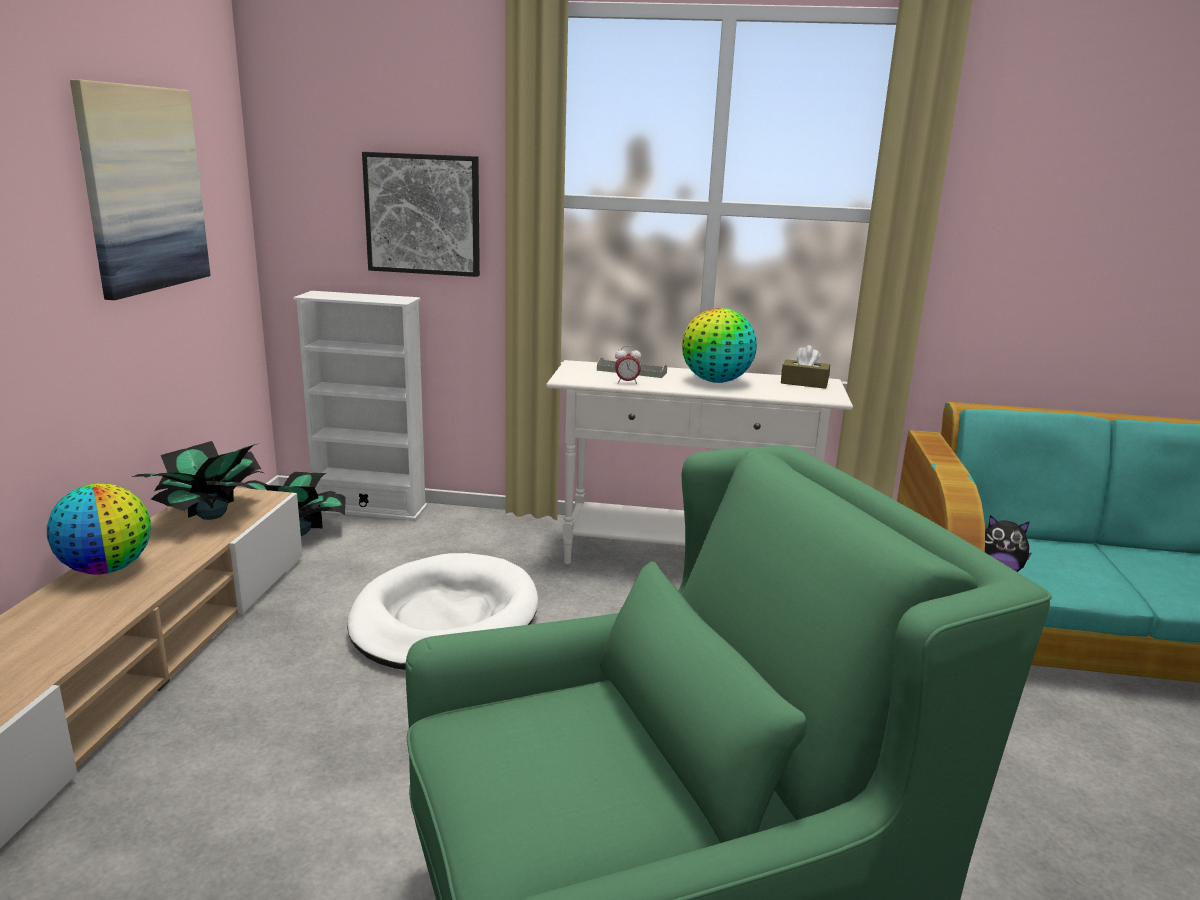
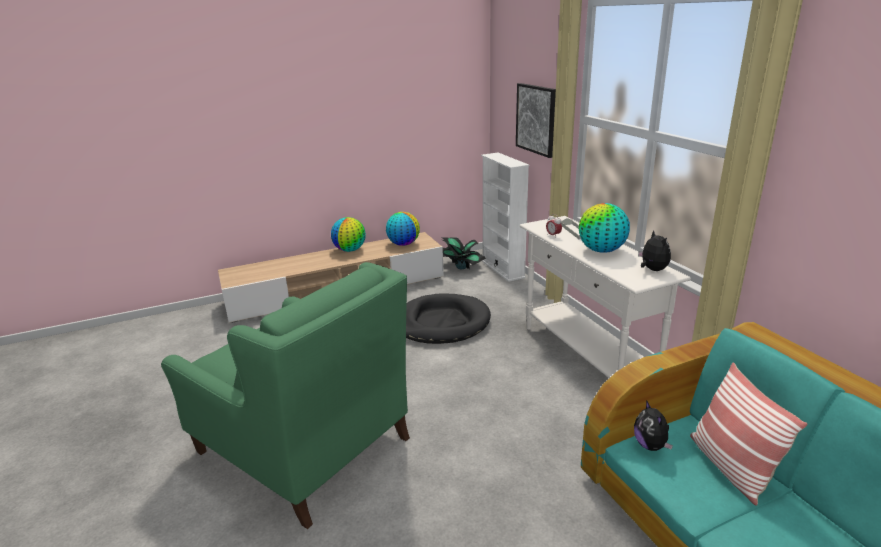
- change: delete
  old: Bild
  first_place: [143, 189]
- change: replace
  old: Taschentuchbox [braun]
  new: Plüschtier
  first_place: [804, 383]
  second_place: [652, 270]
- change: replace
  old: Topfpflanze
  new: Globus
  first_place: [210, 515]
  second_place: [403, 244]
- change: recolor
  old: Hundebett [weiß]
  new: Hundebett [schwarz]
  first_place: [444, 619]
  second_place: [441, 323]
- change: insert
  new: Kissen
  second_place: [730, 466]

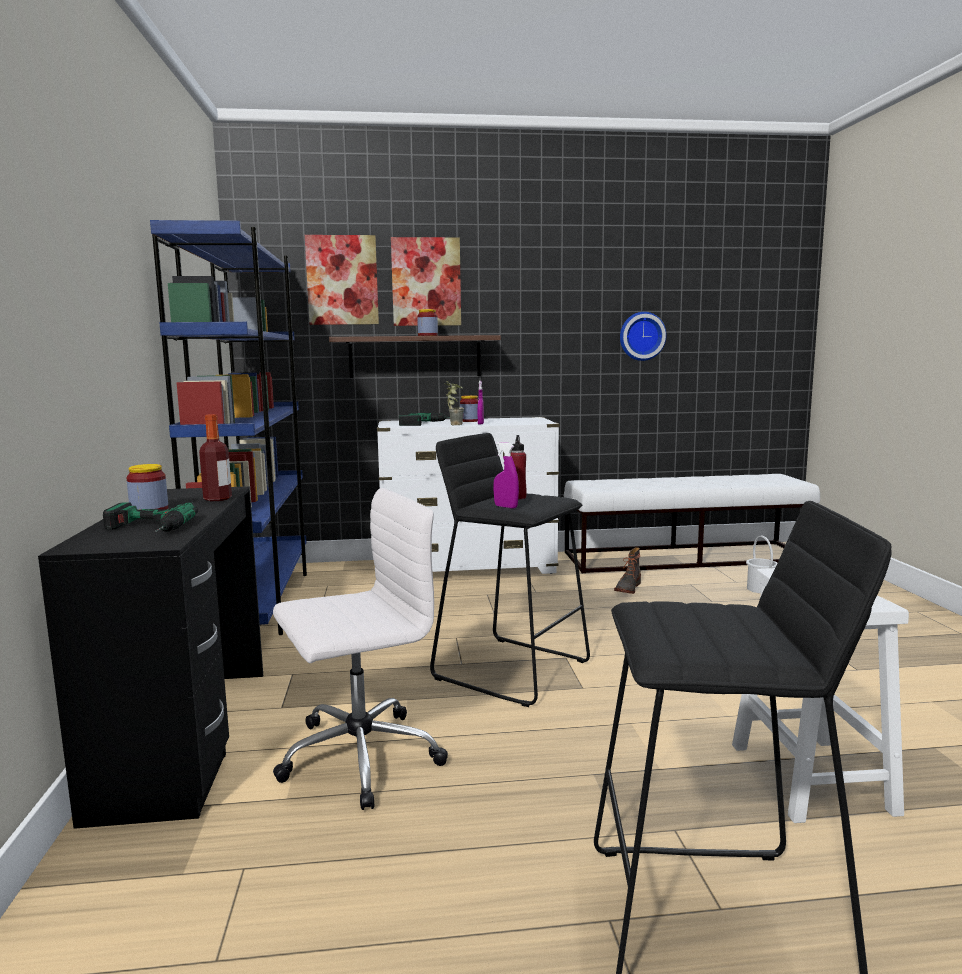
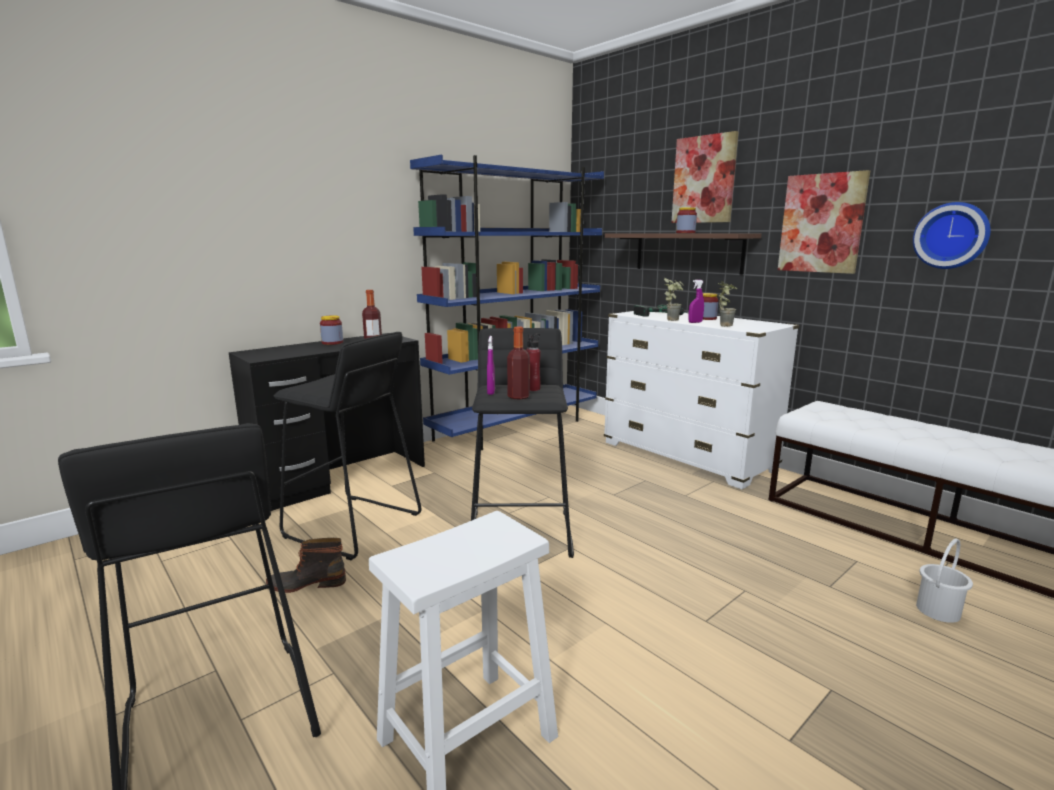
- change: move
  old: Bild
  first_place: [342, 280]
  second_place: [822, 223]
- change: replace
  old: Bürostuhl [weiß]
  new: Hocker [schwarz]
  first_place: [357, 757]
  second_place: [352, 526]
- change: delete
  old: Bohrmaschine
  first_place: [143, 529]
- change: move
  old: Stiefel
  first_place: [627, 588]
  second_place: [307, 583]
- change: insert
  new: Topfpflanze
  second_place: [723, 325]
- change: insert
  new: Flasche
  second_place: [518, 397]

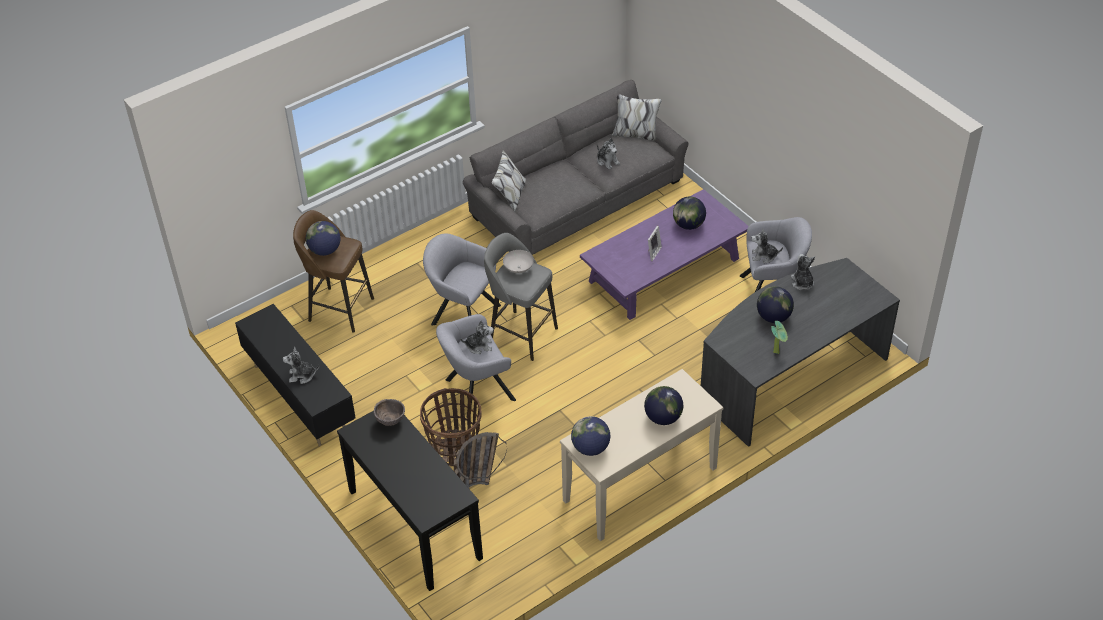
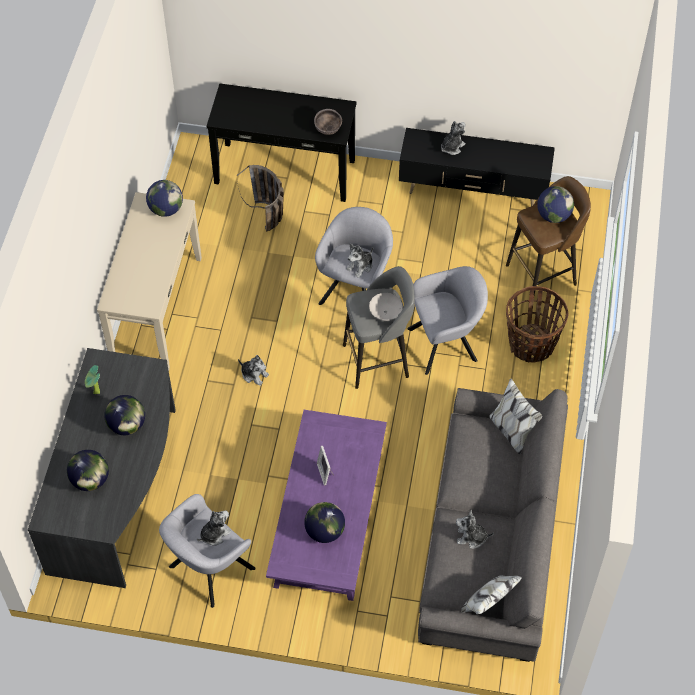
- change: move
  old: Plüschtier
  first_place: [802, 283]
  second_place: [254, 374]
- change: move
  old: Globus
  first_place: [663, 417]
  second_place: [90, 480]
- change: move
  old: Korb
  first_place: [454, 449]
  second_place: [531, 345]

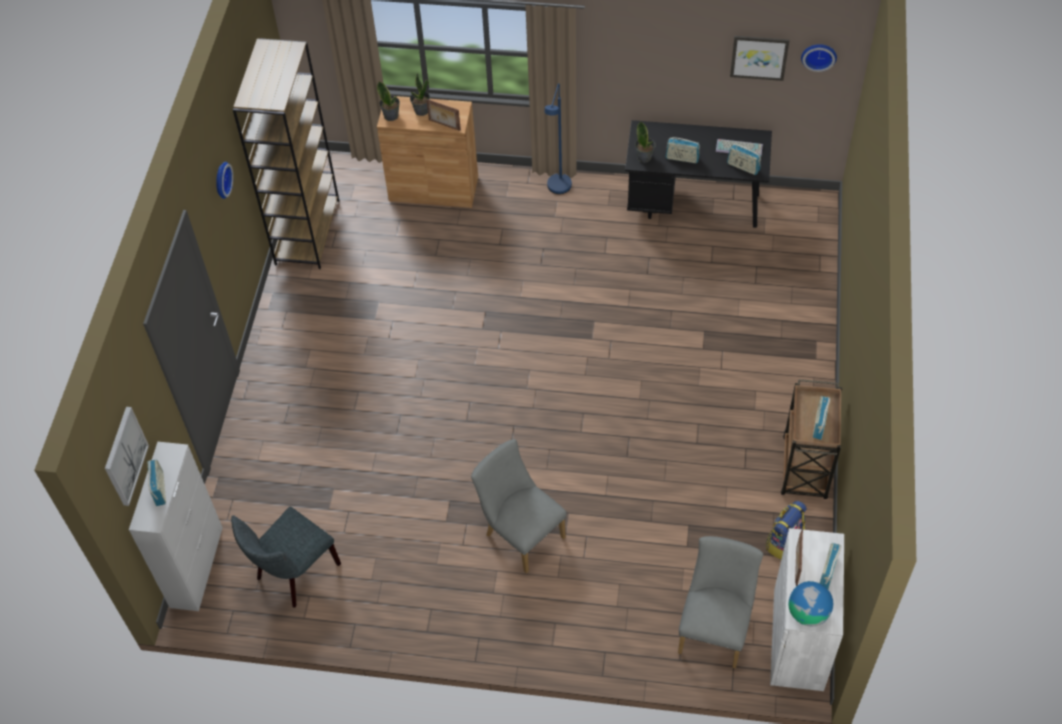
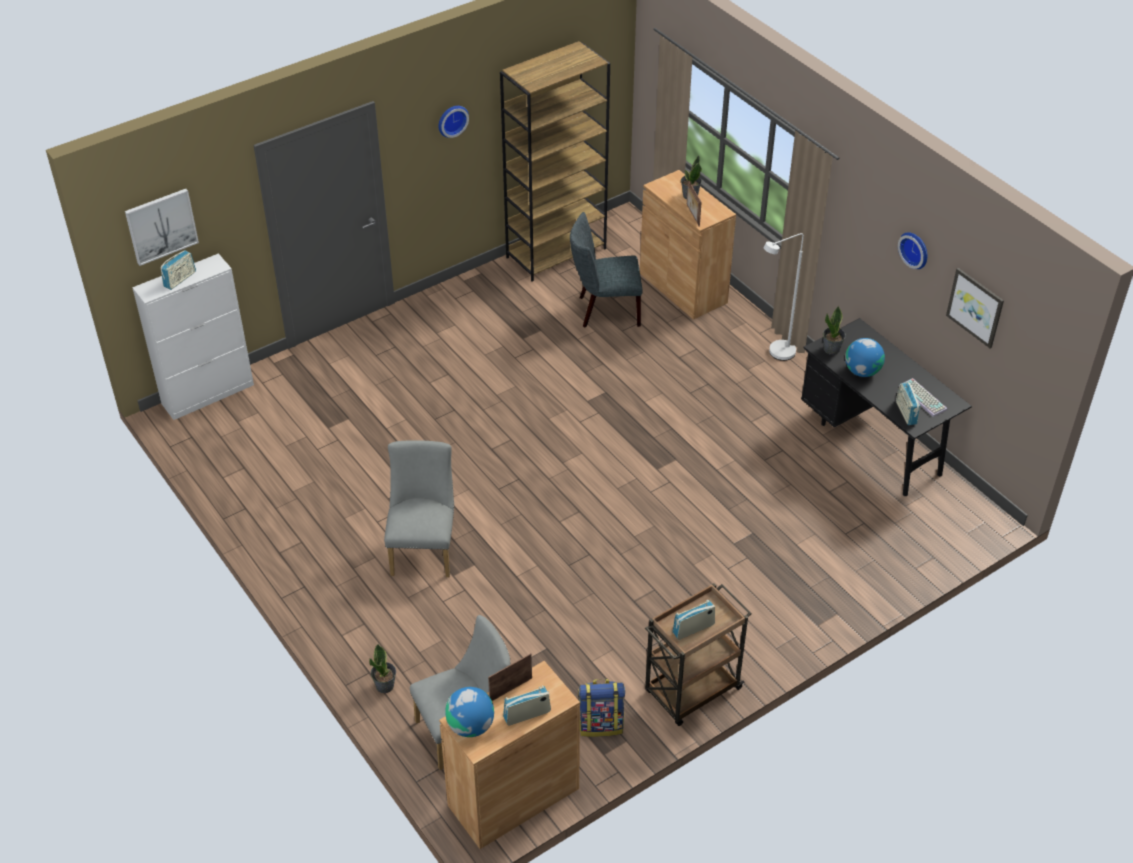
- change: move
  old: Wanduhr
  first_place: [818, 55]
  second_place: [915, 249]
- change: move
  old: Topfpflanze
  first_place: [391, 115]
  second_place: [385, 685]
- change: recolor
  old: Stehlampe [blau]
  new: Stehlampe [weiß]
  first_place: [558, 190]
  second_place: [776, 354]
- change: replace
  old: Radio
  new: Globus
  first_place: [682, 158]
  second_place: [862, 371]
- change: move
  old: Stuhl [grau]
  first_place: [294, 574]
  second_place: [604, 311]
- change: recolor
  old: Schrank [weiß]
  new: Schrank [braun]
  first_place: [798, 639]
  second_place: [513, 797]

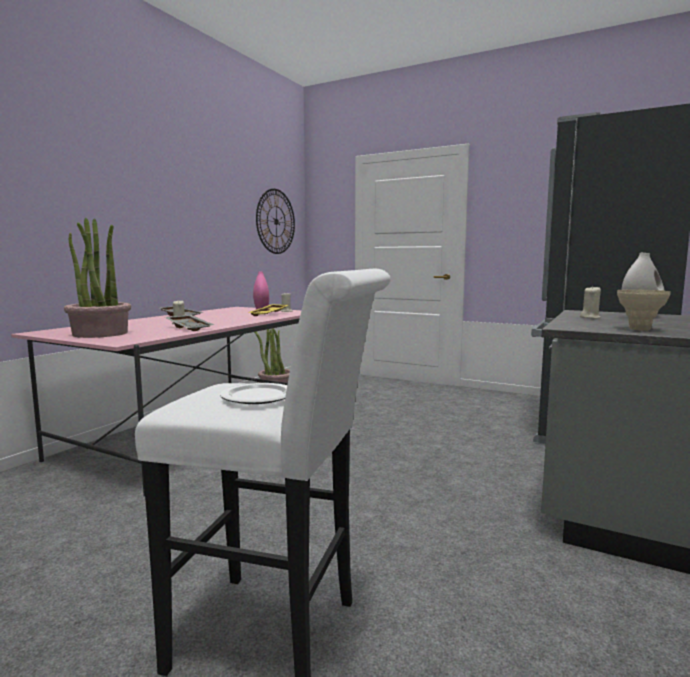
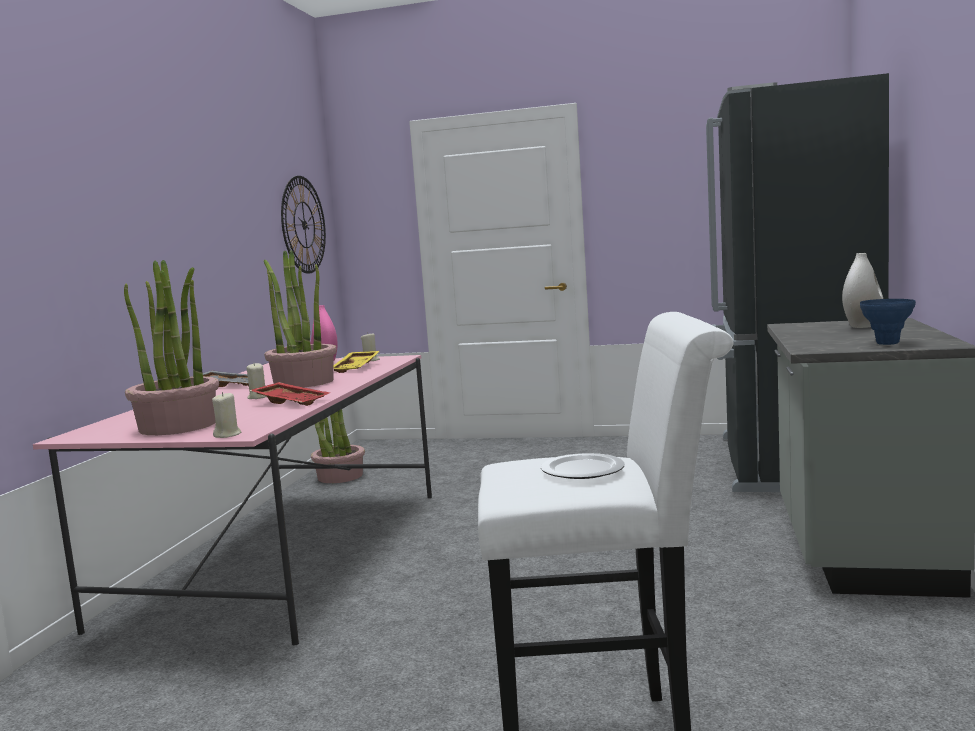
- change: move
  old: Kerze [beige]
  first_place: [590, 317]
  second_place: [228, 435]
- change: recolor
  old: Vase [beige]
  new: Vase [blau]
  first_place: [639, 329]
  second_place: [887, 343]
- change: recolor
  old: Tablett [grau]
  new: Tablett [rot]
  first_place: [190, 328]
  second_place: [292, 402]
- change: insert
  new: Topfpflanze
  second_place: [303, 382]

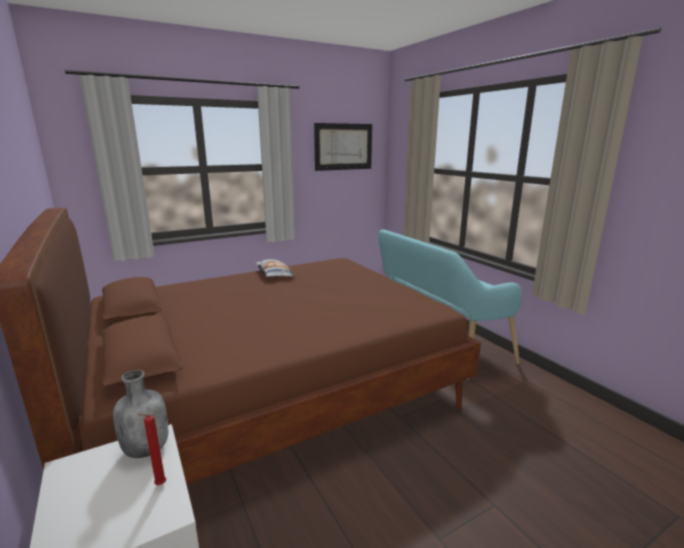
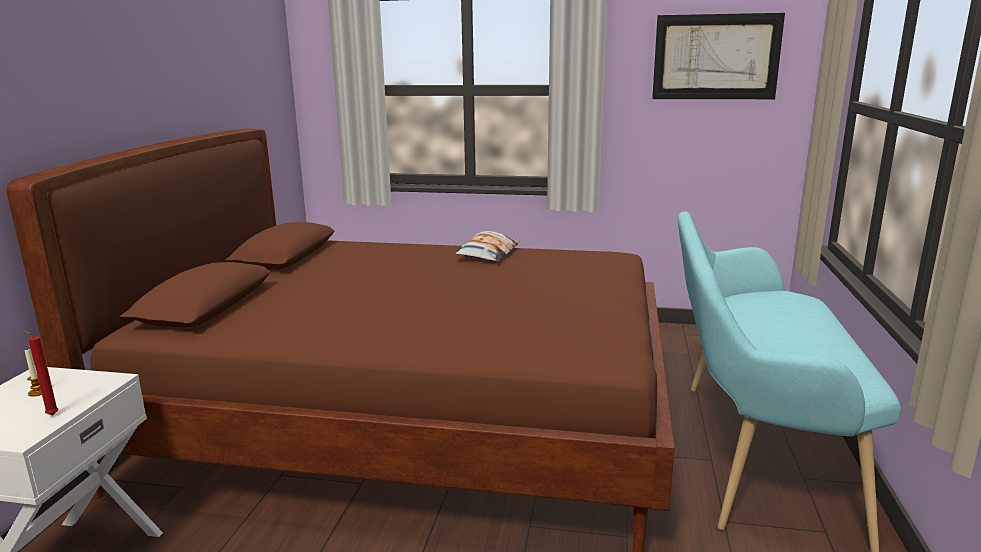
- change: delete
  old: Flasche [grau]
  first_place: [147, 448]
- change: insert
  new: Kerze
  second_place: [37, 392]

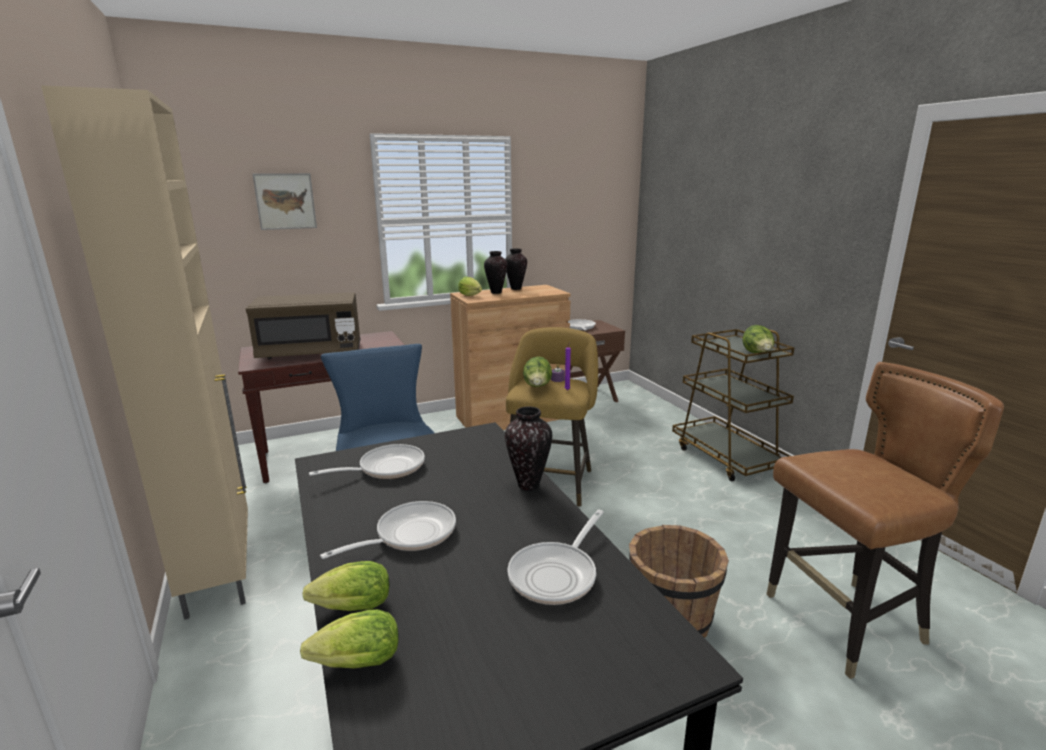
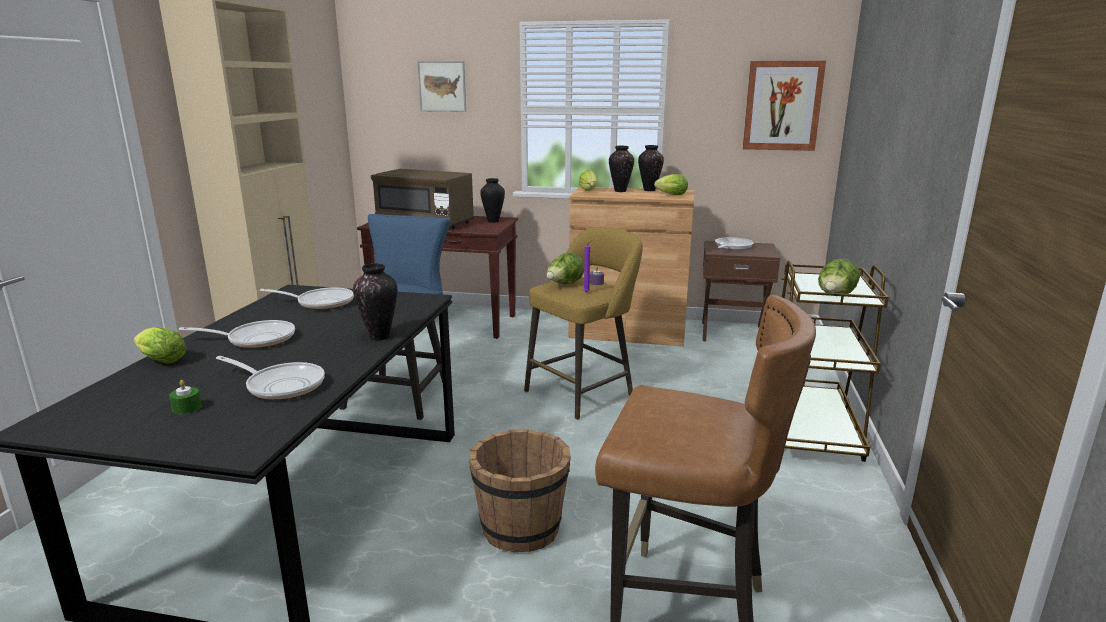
- change: rotate
  old: Pfanne
  first_place: [557, 574]
  second_place: [281, 385]
  degrees: -135
- change: move
  old: Salatkopf
  first_place: [352, 664]
  second_place: [670, 195]
- change: insert
  new: Bild
  second_place: [782, 106]
- change: insert
  new: Vase
  second_place: [493, 221]
- change: insert
  new: Kerze [grün]
  second_place: [187, 408]

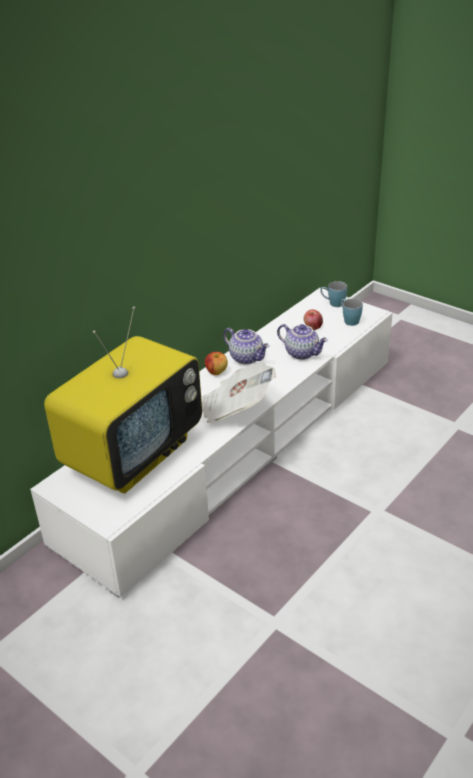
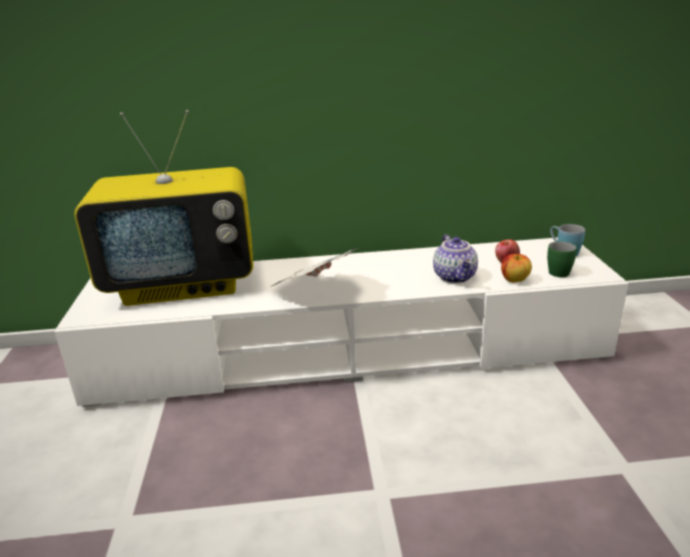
- change: recolor
  old: Henkelbecher [blau]
  new: Henkelbecher [grün]
  first_place: [349, 320]
  second_place: [558, 270]
- change: delete
  old: Teekanne
  first_place: [247, 358]
- change: move
  old: Apfel
  first_place: [216, 372]
  second_place: [514, 280]

